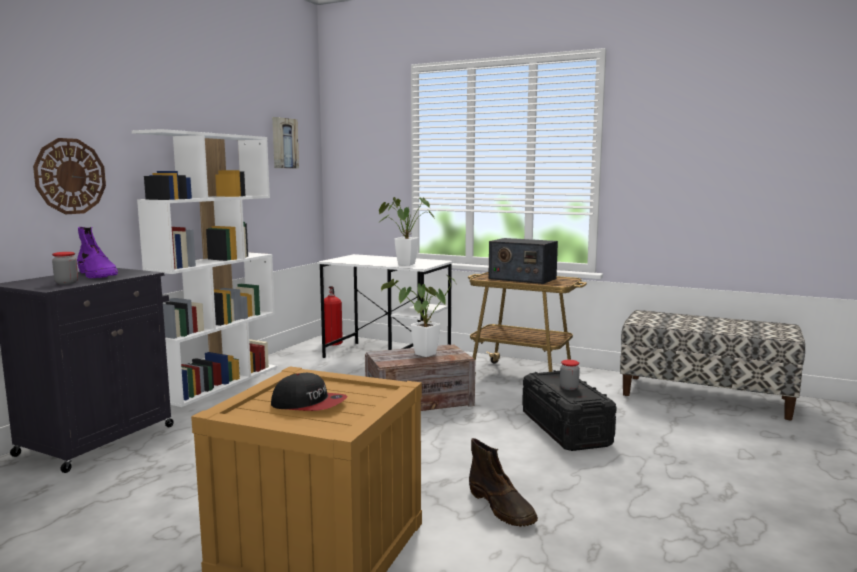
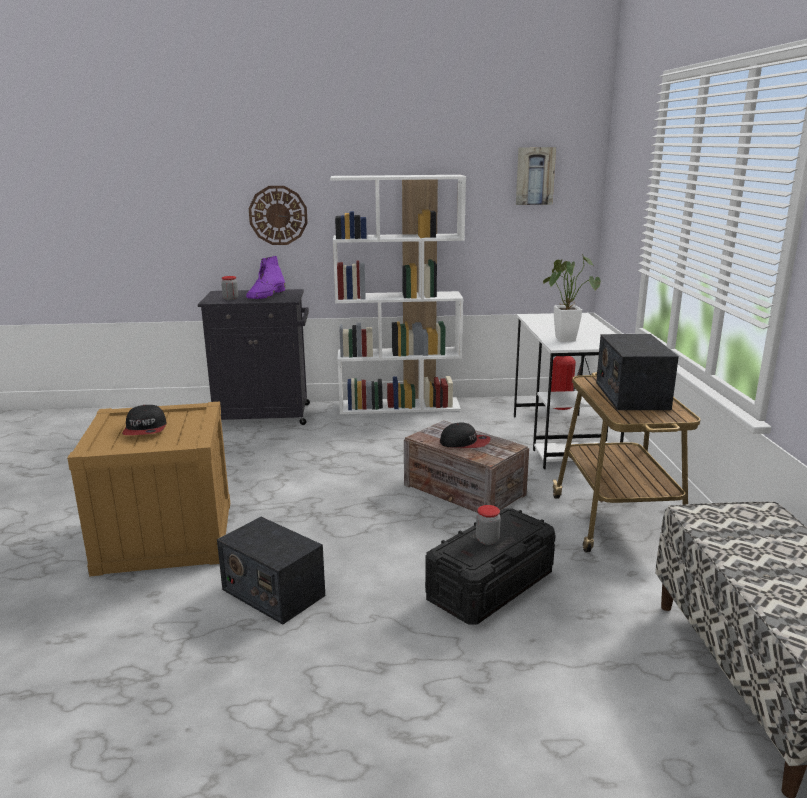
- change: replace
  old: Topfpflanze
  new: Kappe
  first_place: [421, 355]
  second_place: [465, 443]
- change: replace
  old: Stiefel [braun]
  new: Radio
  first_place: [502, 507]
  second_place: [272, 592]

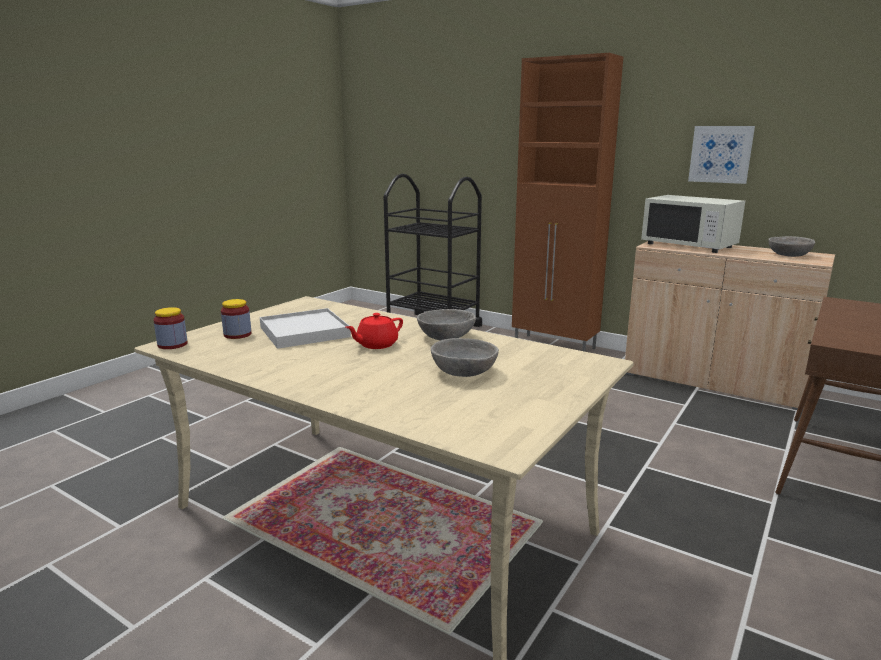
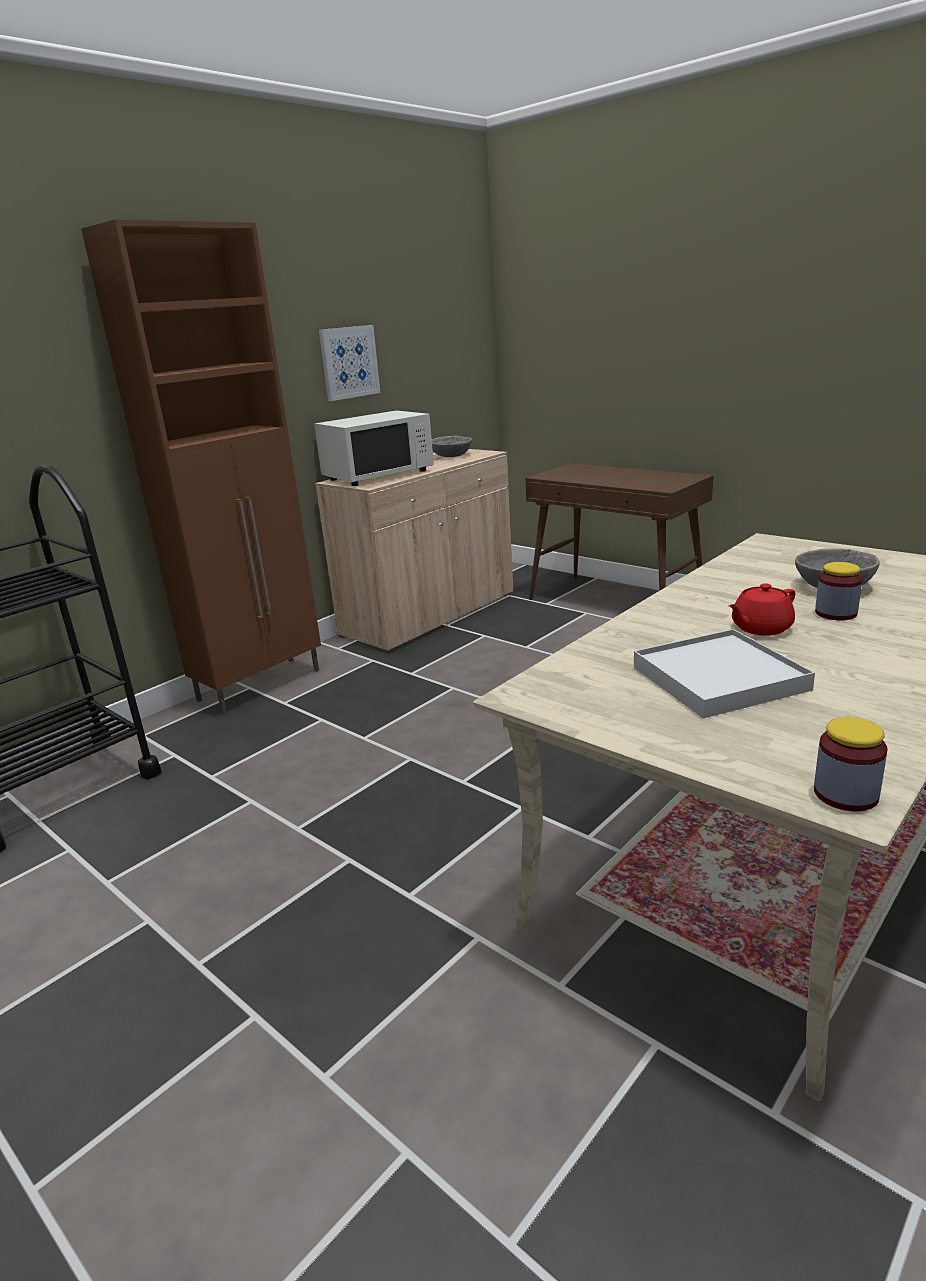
- change: move
  old: Vorratsglas
  first_place: [237, 334]
  second_place: [836, 613]
- change: delete
  old: Schüssel [grau]
  first_place: [446, 337]
- change: rotate
  old: Teekanne [rot]
  first_place: [376, 345]
  second_place: [760, 628]
  degrees: 90

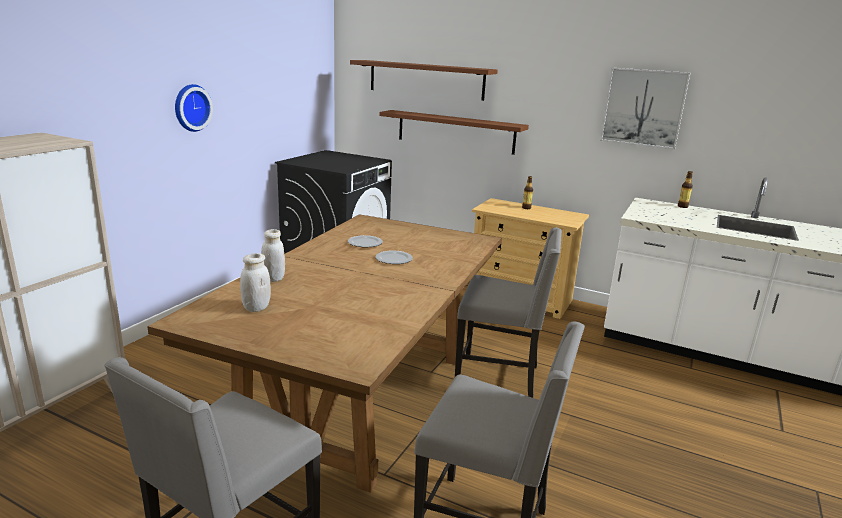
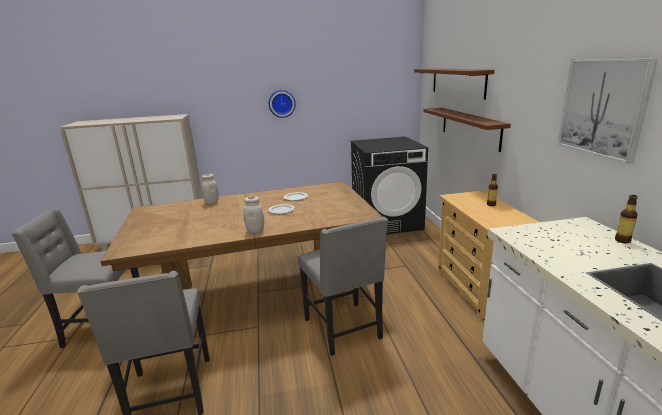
- change: move
  old: Vorratsglas [weiß]
  first_place: [256, 308]
  second_place: [255, 231]

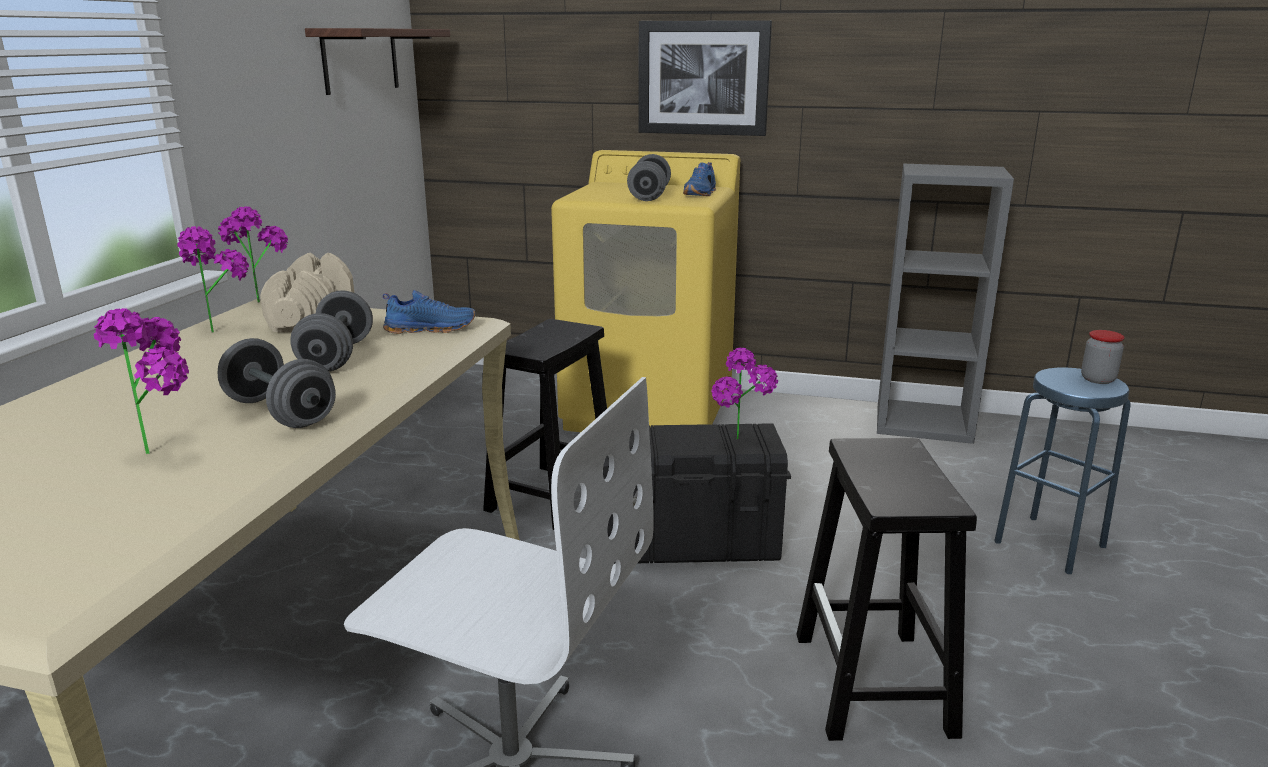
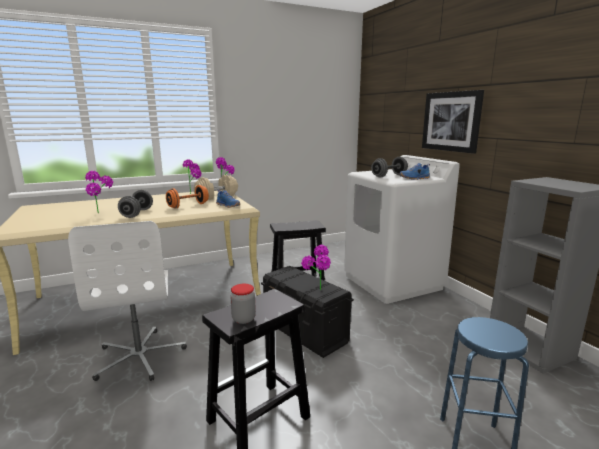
- change: delete
  old: Wandregal
  first_place: [360, 60]
- change: recolor
  old: Waschmaschine [gelb]
  new: Waschmaschine [weiß]
  first_place: [649, 410]
  second_place: [393, 282]
- change: recolor
  old: Hantel [grau]
  new: Hantel [orange]
  first_place: [337, 357]
  second_place: [188, 206]
- change: move
  old: Vorratsglas
  first_place: [1097, 379]
  second_place: [243, 319]

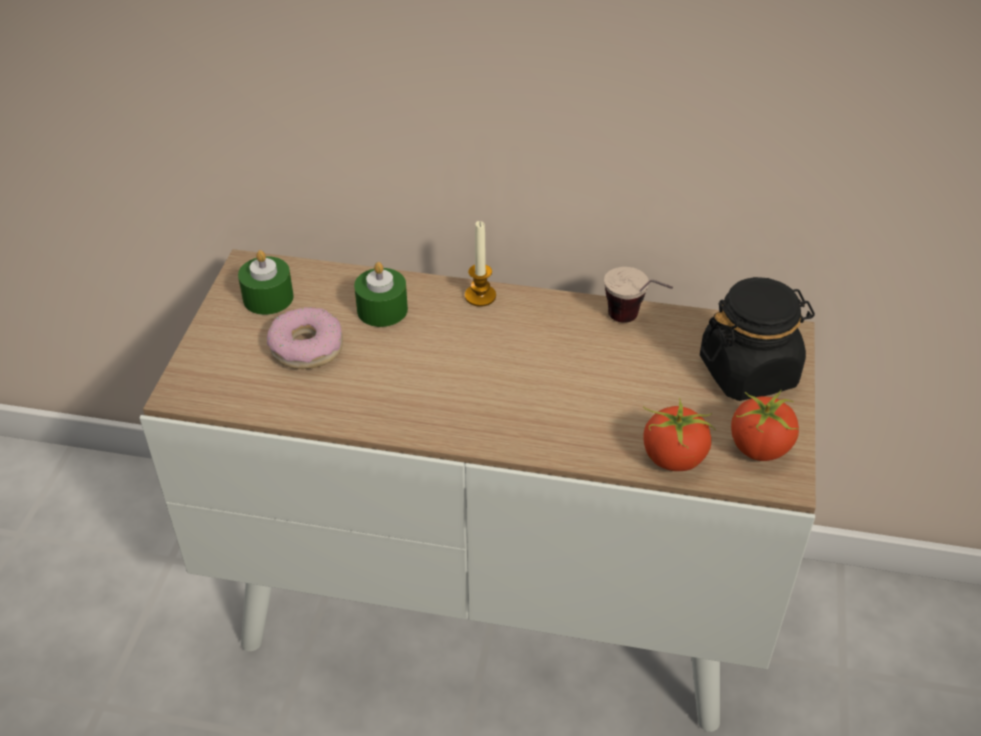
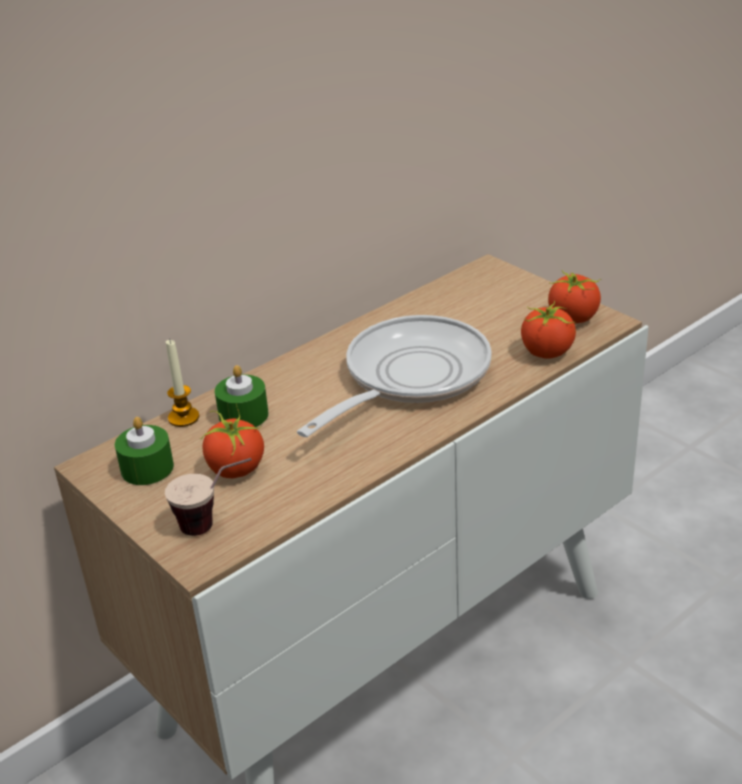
- change: move
  old: Kerze
  first_place: [480, 296]
  second_place: [183, 418]
- change: move
  old: Tasse
  first_place: [635, 323]
  second_place: [216, 525]
- change: delete
  old: Vorratsglas [schwarz]
  first_place: [748, 371]
- change: replace
  old: Donut
  new: Tomate
  first_place: [307, 347]
  second_place: [236, 469]
- change: insert
  new: Pfanne
  second_place: [409, 377]

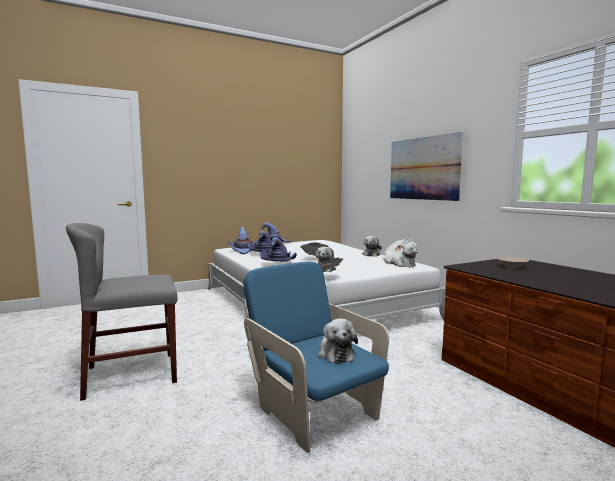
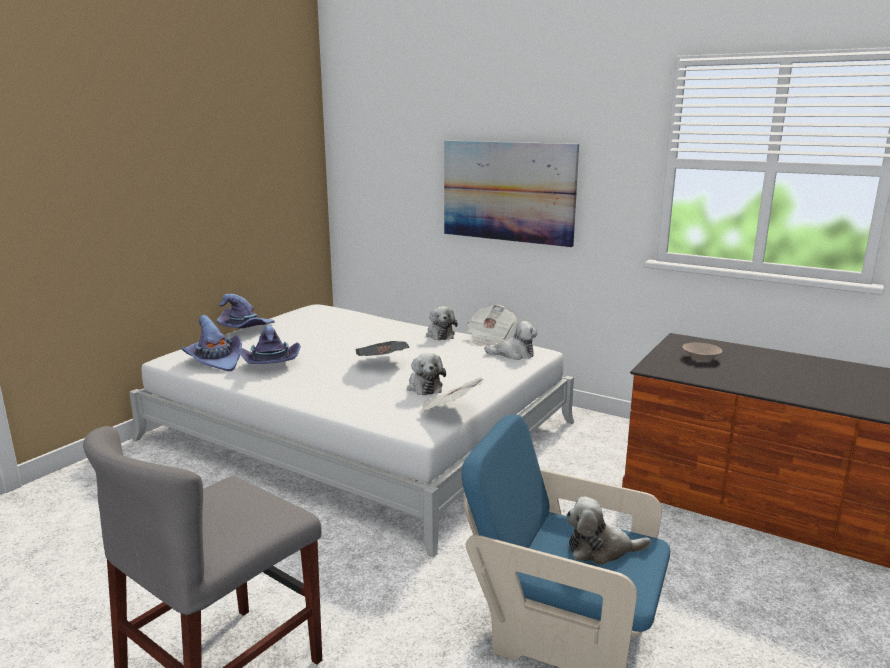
- change: delete
  old: Hut [lila]
  first_place: [279, 263]
- change: rotate
  old: Plüschtier
  first_place: [335, 353]
  second_place: [601, 549]
  degrees: 135

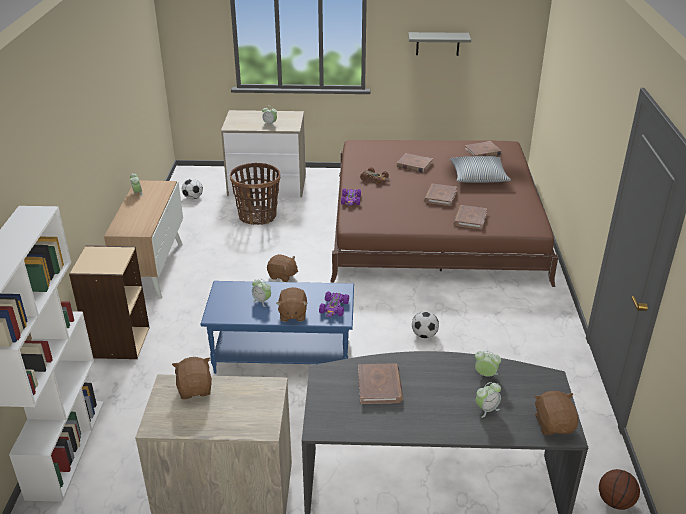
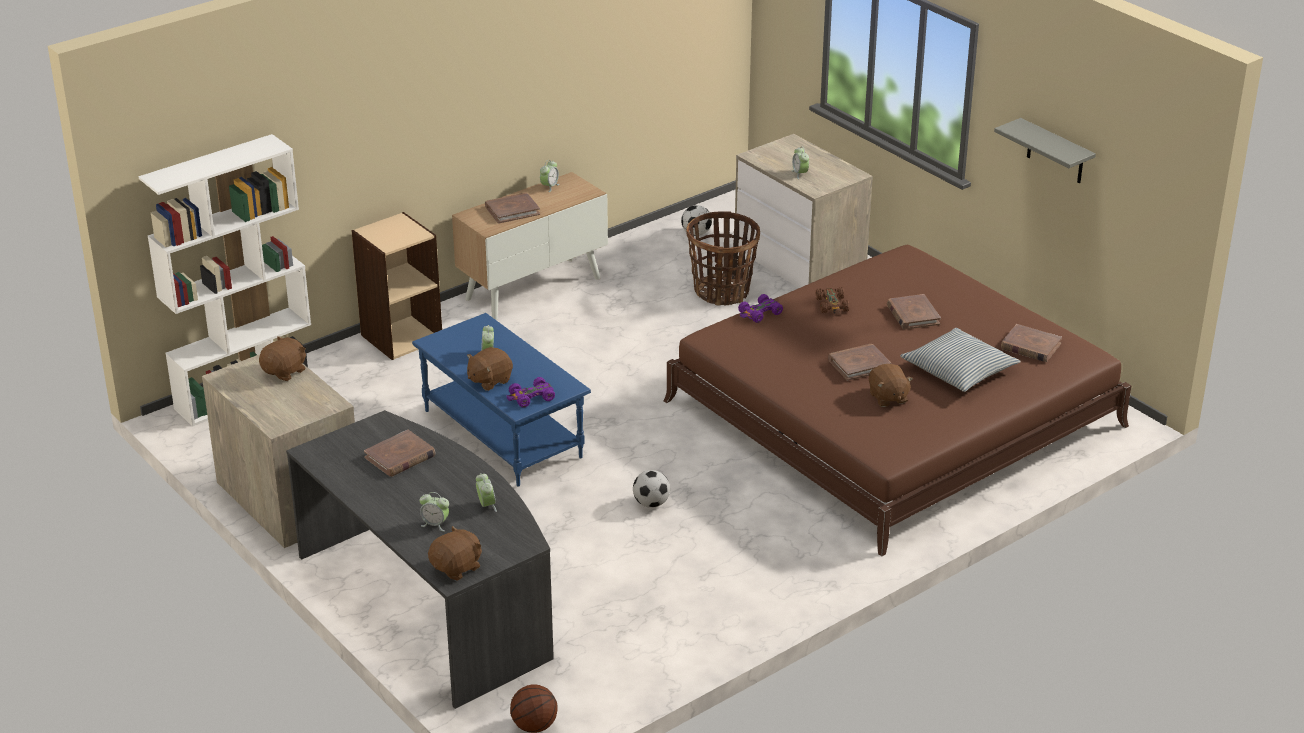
- change: move
  old: Buch [braun]
  first_place: [470, 219]
  second_place: [512, 210]
- change: move
  old: Plüschtier [braun]
  first_place: [282, 276]
  second_place: [888, 398]

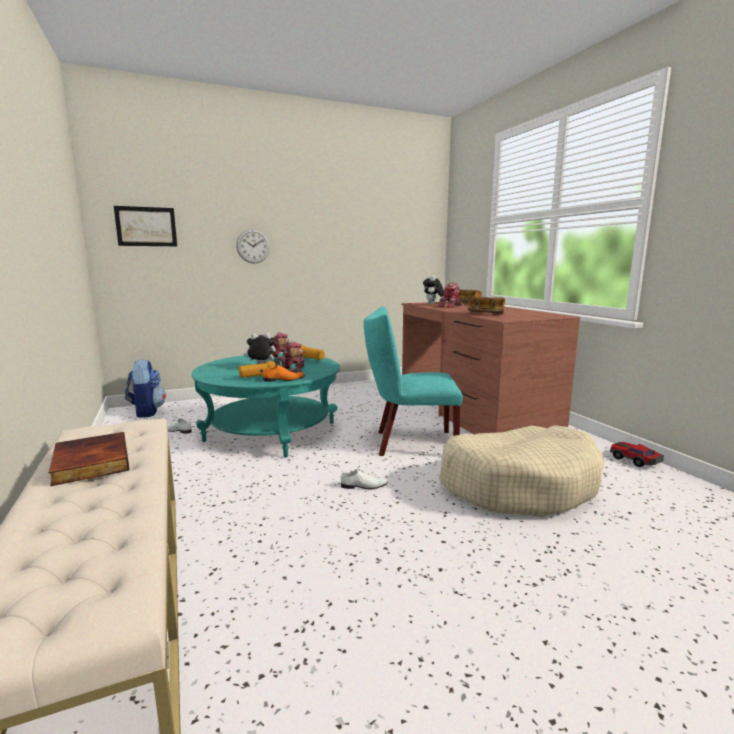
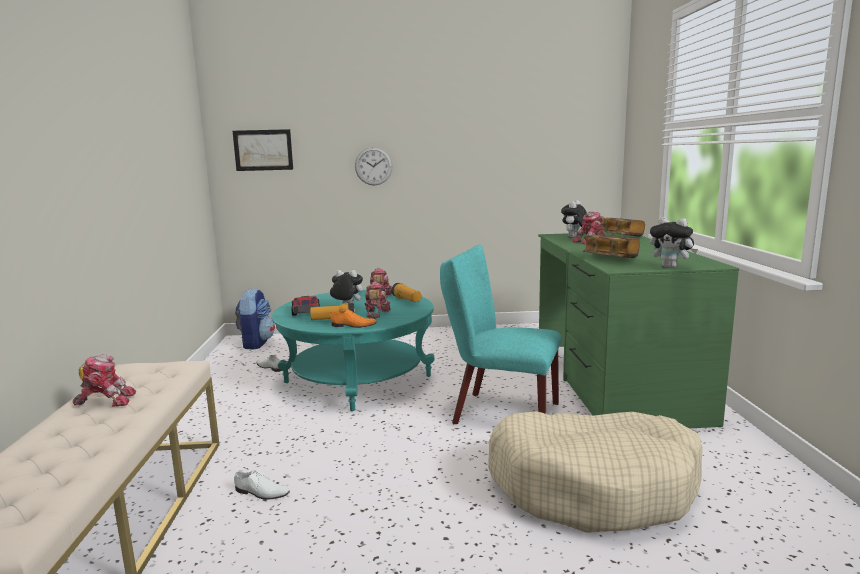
- change: recolor
  old: Schreibtisch [braun]
  new: Schreibtisch [grün]
  first_place: [473, 412]
  second_place: [613, 380]
- change: replace
  old: Buch
  new: Spielzeugroboter
  first_place: [89, 462]
  second_place: [106, 400]
- change: move
  old: Spielzeugauto
  first_place: [634, 460]
  second_place: [306, 312]
- change: move
  old: Schuh [weiß]
  first_place: [364, 486]
  second_place: [261, 492]
- change: insert
  new: Plüschtier
  second_place: [671, 267]

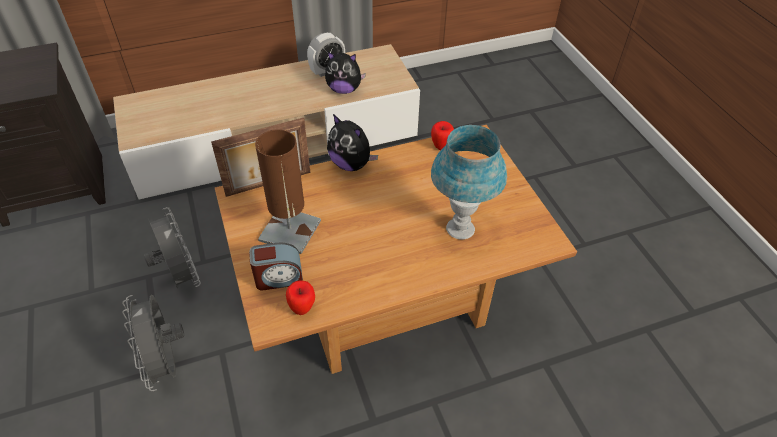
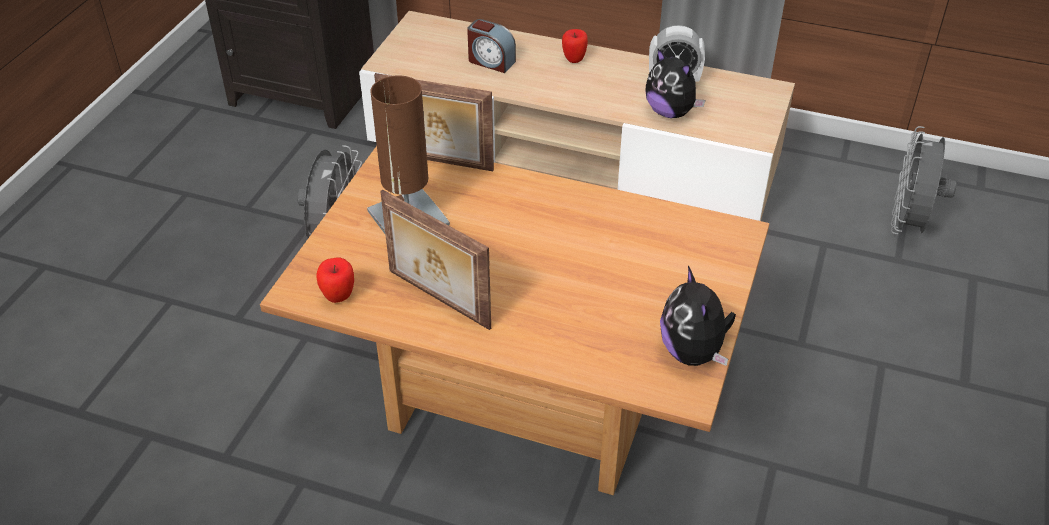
- change: move
  old: Plüschtier
  first_place: [351, 164]
  second_place: [693, 352]
- change: move
  old: Apfel
  first_place: [441, 146]
  second_place: [574, 59]
- change: delete
  old: Tischlampe [blau]
  first_place: [460, 229]
- change: move
  old: Wecker
  first_place: [279, 278]
  second_place: [491, 61]
- change: move
  old: Ventilator [grau]
  first_place: [166, 363]
  second_place: [908, 225]
- change: insert
  new: Bilderrahmen
  second_place: [437, 300]

